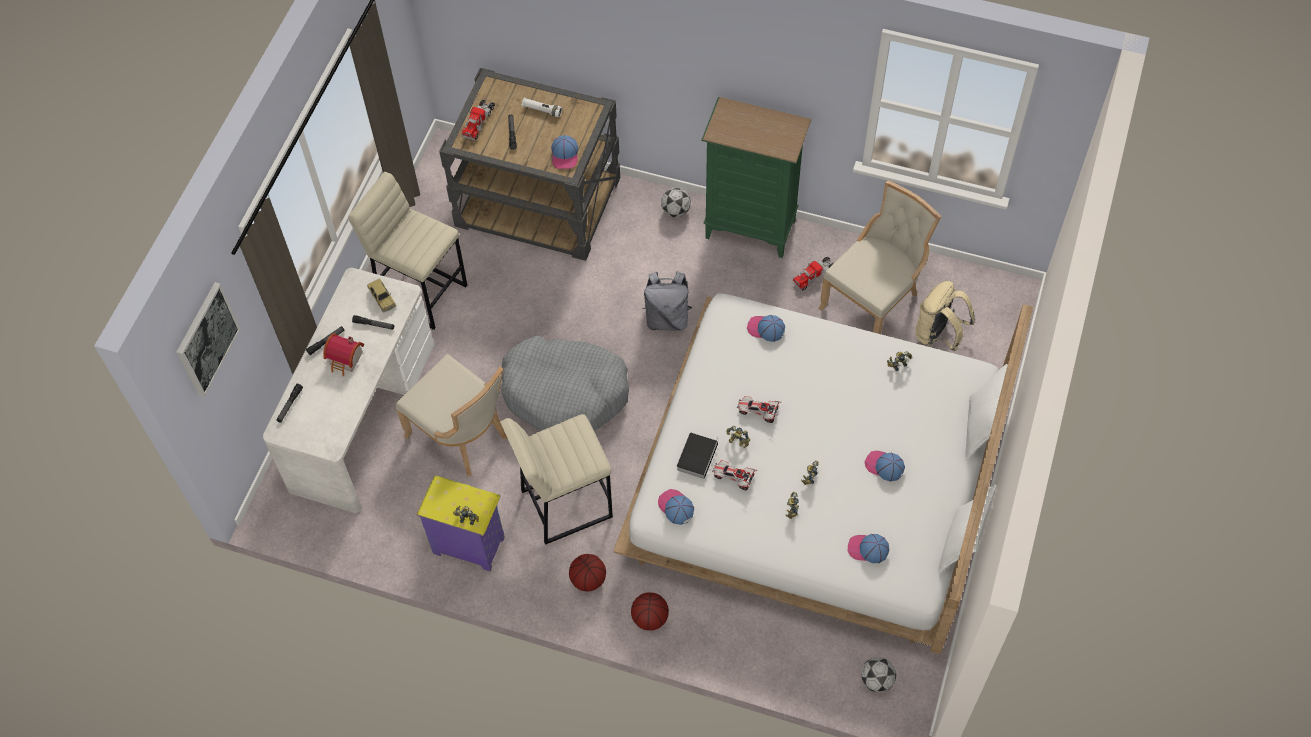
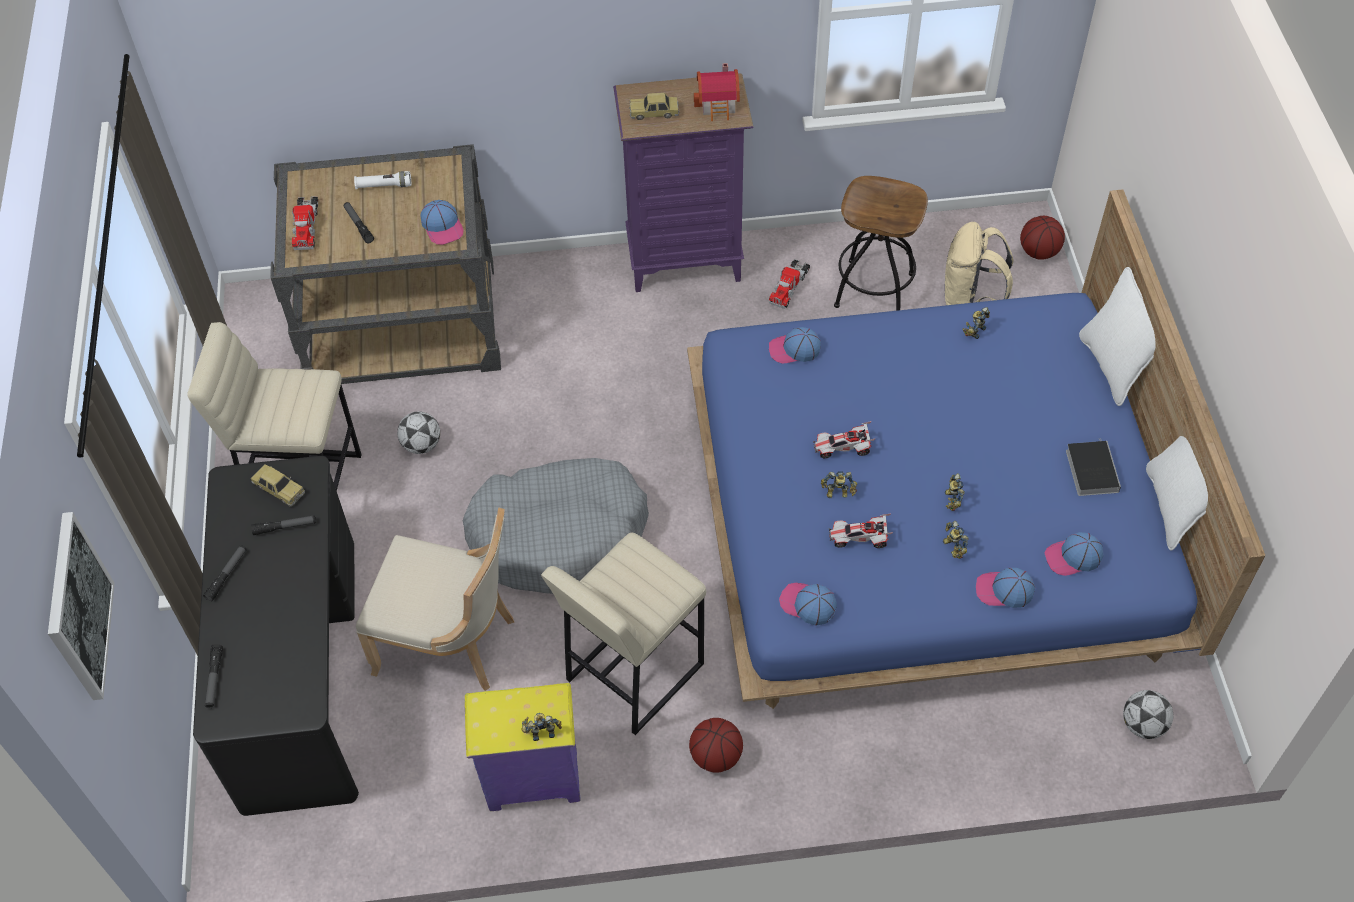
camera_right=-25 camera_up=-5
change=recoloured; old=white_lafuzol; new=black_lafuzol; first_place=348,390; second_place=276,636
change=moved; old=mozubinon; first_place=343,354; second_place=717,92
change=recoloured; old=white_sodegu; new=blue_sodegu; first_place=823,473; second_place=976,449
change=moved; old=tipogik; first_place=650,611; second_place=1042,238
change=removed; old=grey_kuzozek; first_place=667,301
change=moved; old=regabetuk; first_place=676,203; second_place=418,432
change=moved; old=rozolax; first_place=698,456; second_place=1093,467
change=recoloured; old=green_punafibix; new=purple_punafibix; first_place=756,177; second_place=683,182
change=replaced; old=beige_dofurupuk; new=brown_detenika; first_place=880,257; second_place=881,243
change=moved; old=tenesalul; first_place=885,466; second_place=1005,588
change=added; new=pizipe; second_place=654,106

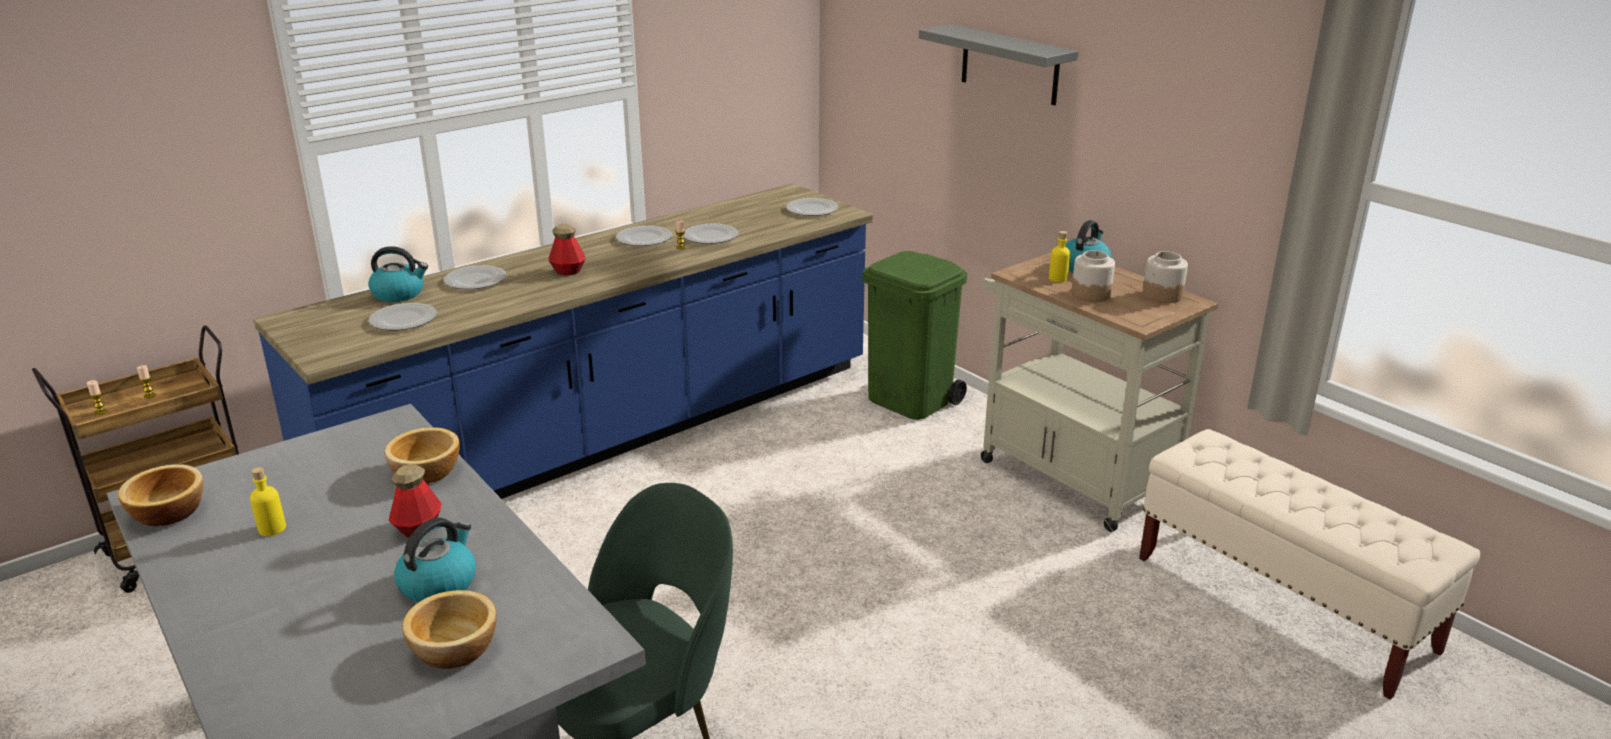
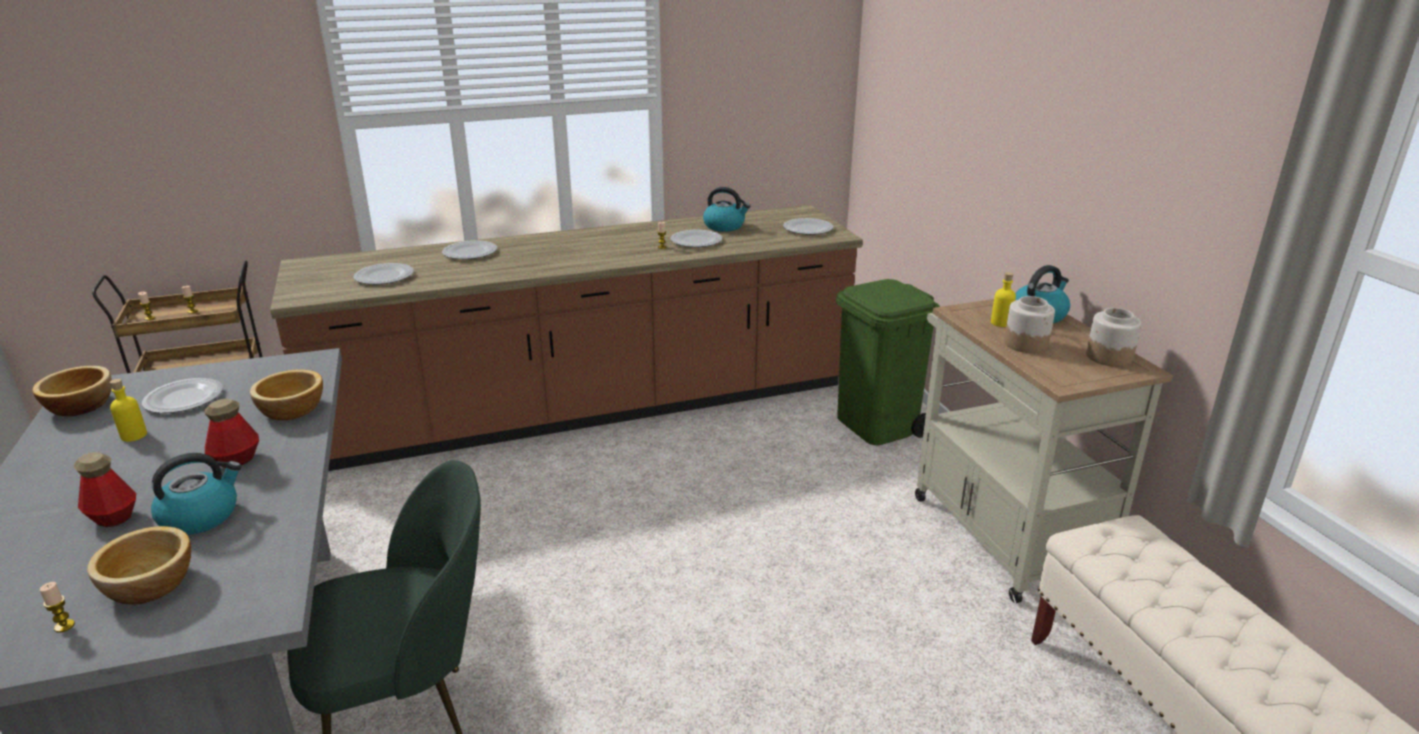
camera_right=20 camera_up=0
change=recoloured; old=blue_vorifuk; new=brown_vorifuk; first_place=563,341; second_place=566,338
change=moved; old=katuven; first_place=398,274; second_place=727,209
change=moved; old=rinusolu; first_place=567,249; second_place=105,489
change=moved; old=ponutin; first_place=644,236; second_place=182,395
change=removed; old=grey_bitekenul; first_place=998,65
change=added; new=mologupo; second_place=57,607

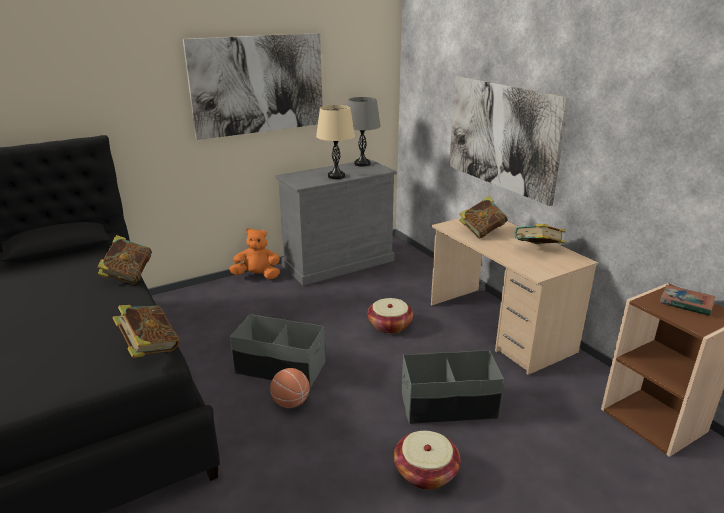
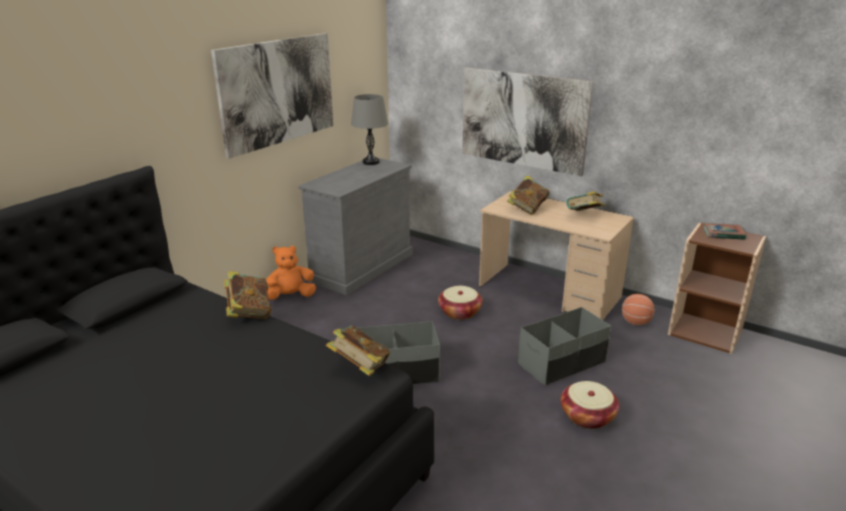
camera_right=-25 camera_up=0
change=moved; old=tipogik; first_place=290,388; second_place=638,309
change=removed; old=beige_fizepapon; first_place=335,142

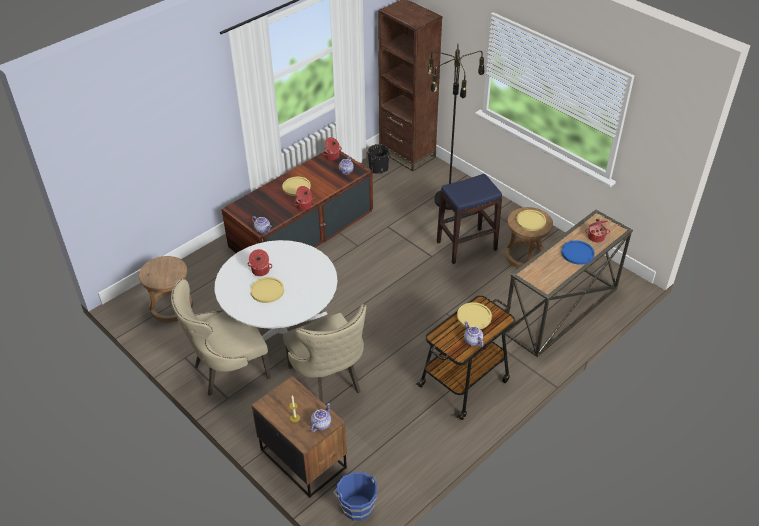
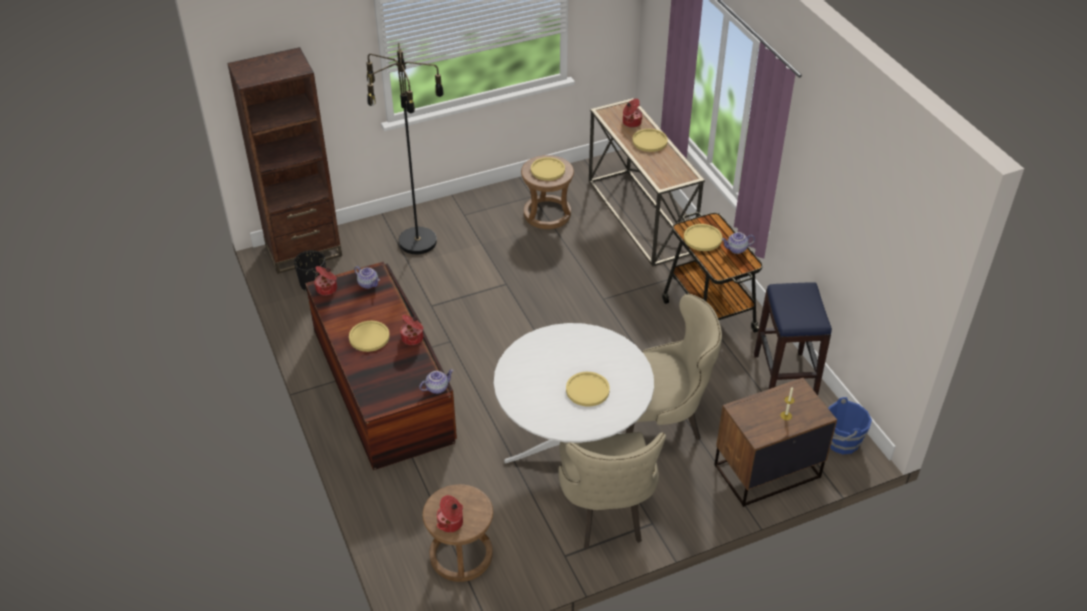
camera_right=-70 camera_up=0
change=moved; old=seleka; first_place=260,262; second_place=450,513
change=removed; old=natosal; first_place=321,418
change=moved; old=detenika; first_place=469,219; second_place=793,338
change=recoloured; old=blue_ponutin; new=yellow_ponutin; first_place=578,252; second_place=650,140

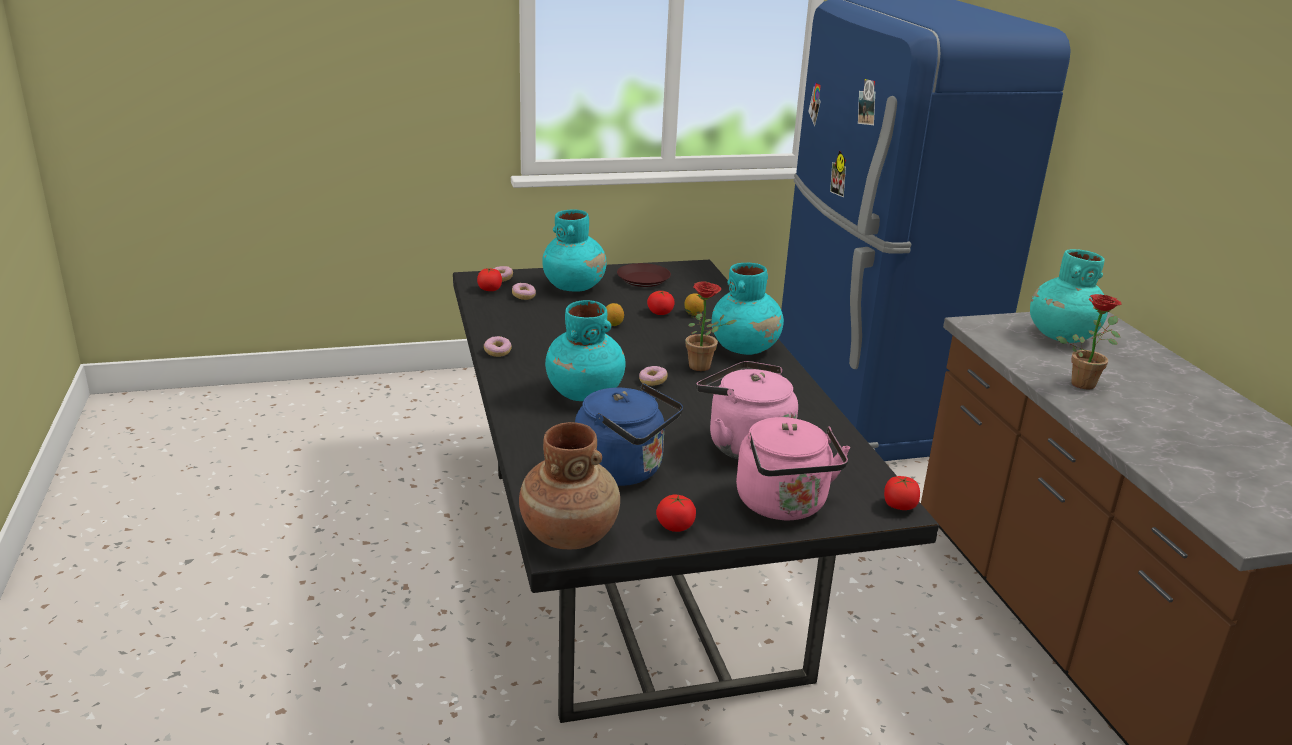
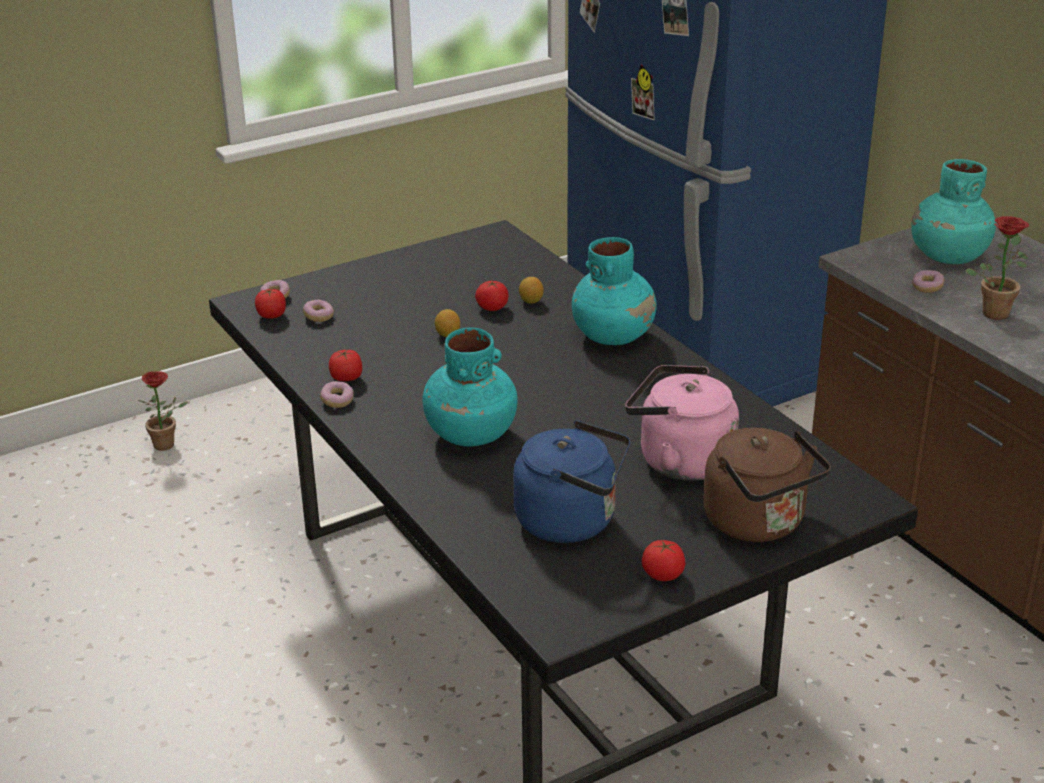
camera_right=-15 camera_up=5
change=removed; old=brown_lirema; first_place=569,485
change=removed; old=turquoise_lirema; first_place=574,250
change=removed; old=brown_ponutin; first_place=644,275
change=moved; old=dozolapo; first_place=653,376; second_place=928,281
change=moved; old=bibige; first_place=711,326; second_place=163,411
change=recoloured; old=pink_katuven; new=brown_katuven; first_place=793,468; second_place=767,485
change=moved; old=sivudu; first_place=902,493; second_place=345,365

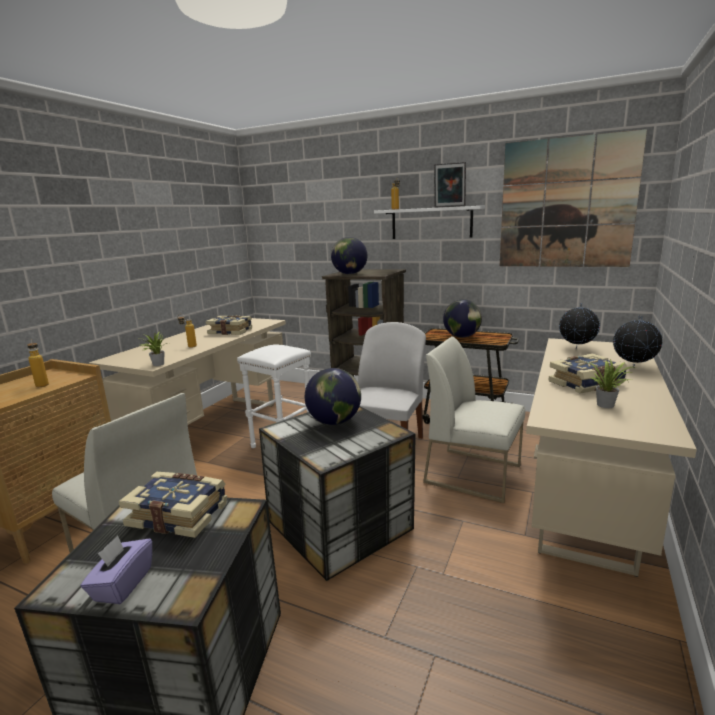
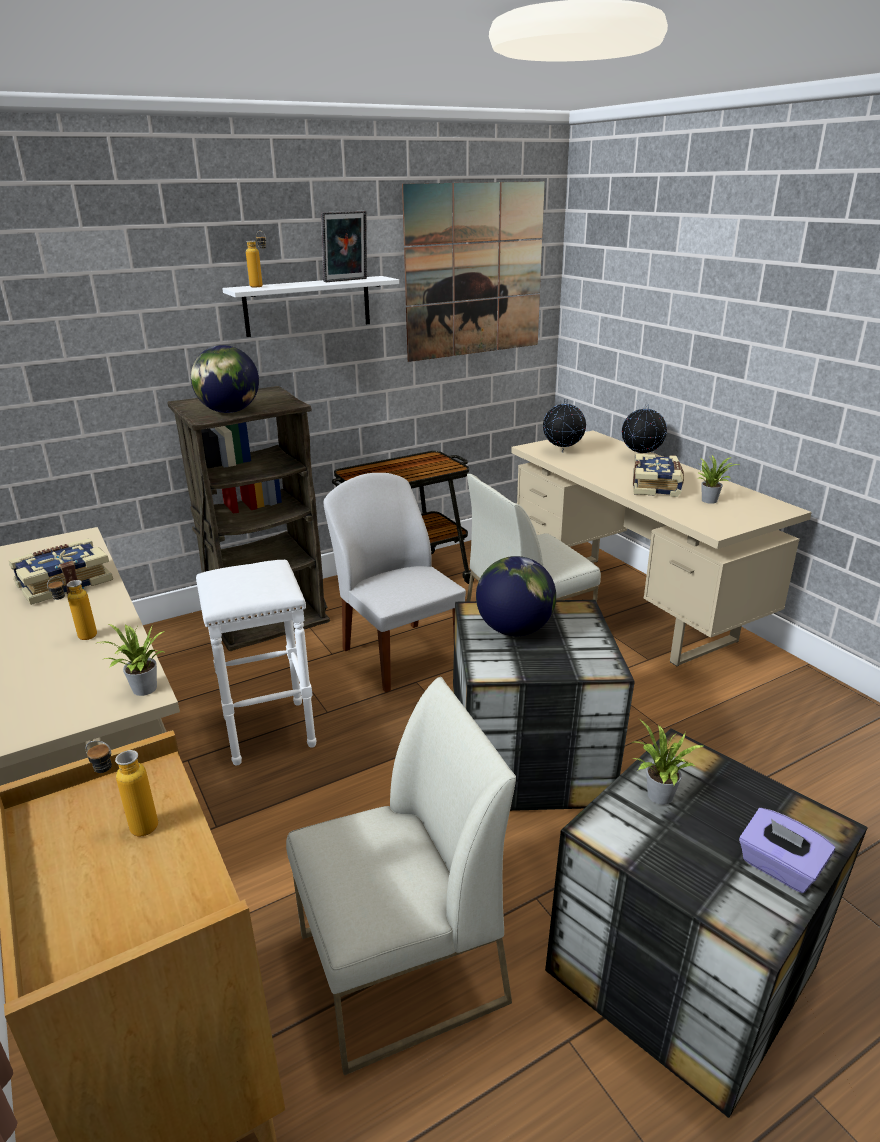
camera_right=-55 camera_up=10
change=replaced; old=rozolax; new=bibige; first_place=173,505; second_place=667,762
change=removed; old=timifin; first_place=462,318

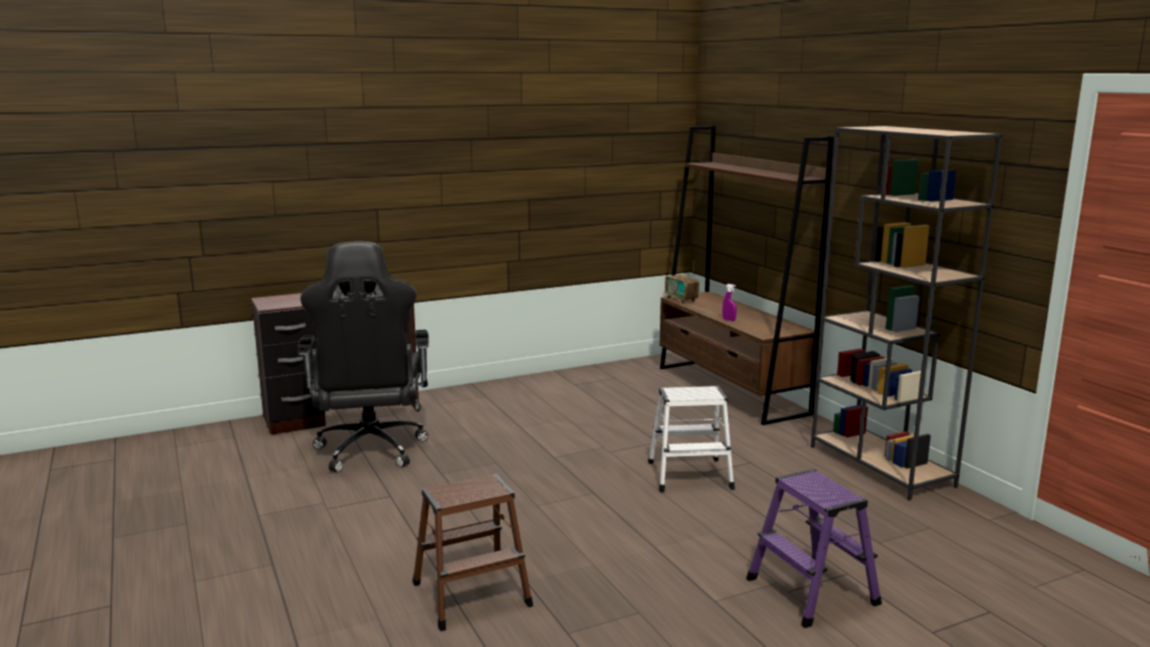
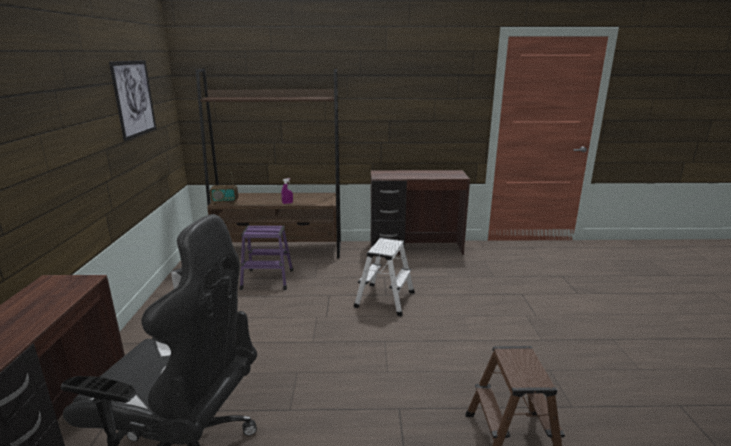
camera_right=-65 camera_up=5
change=moved; old=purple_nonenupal; first_place=814,548; second_place=266,258
change=replaced; old=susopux; new=brown_lafuzol; first_place=906,313; second_place=420,212
change=added; new=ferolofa; second_place=132,100

